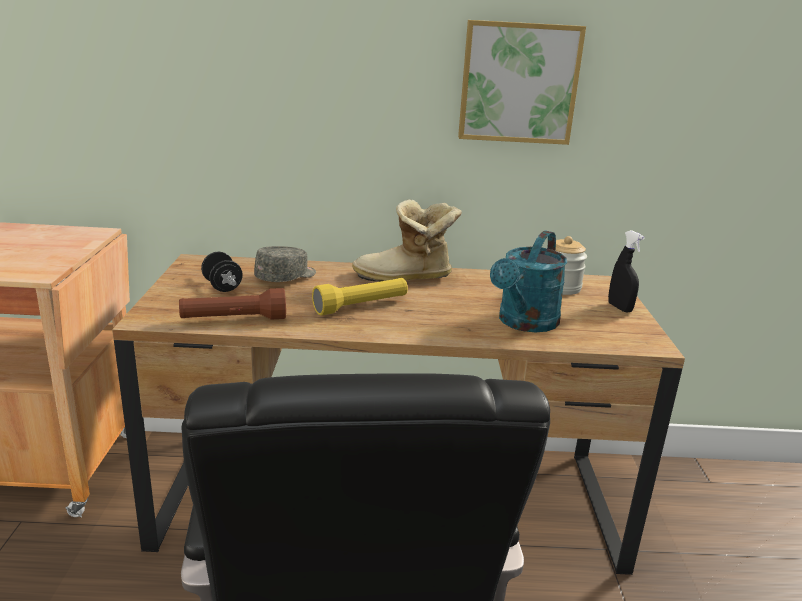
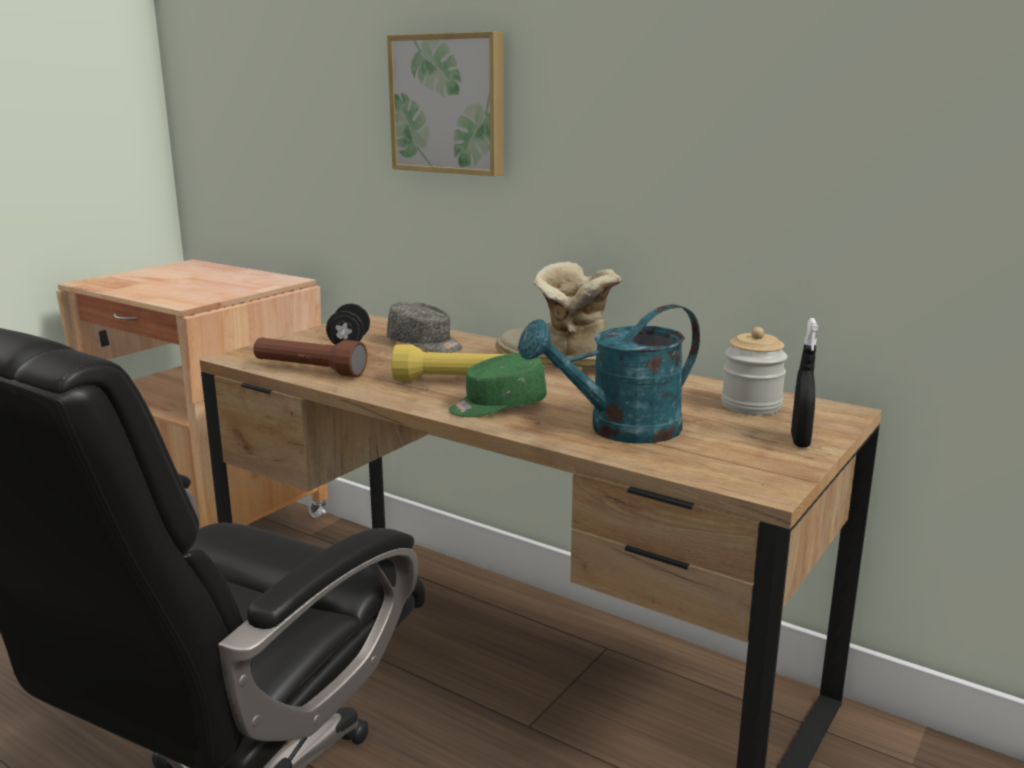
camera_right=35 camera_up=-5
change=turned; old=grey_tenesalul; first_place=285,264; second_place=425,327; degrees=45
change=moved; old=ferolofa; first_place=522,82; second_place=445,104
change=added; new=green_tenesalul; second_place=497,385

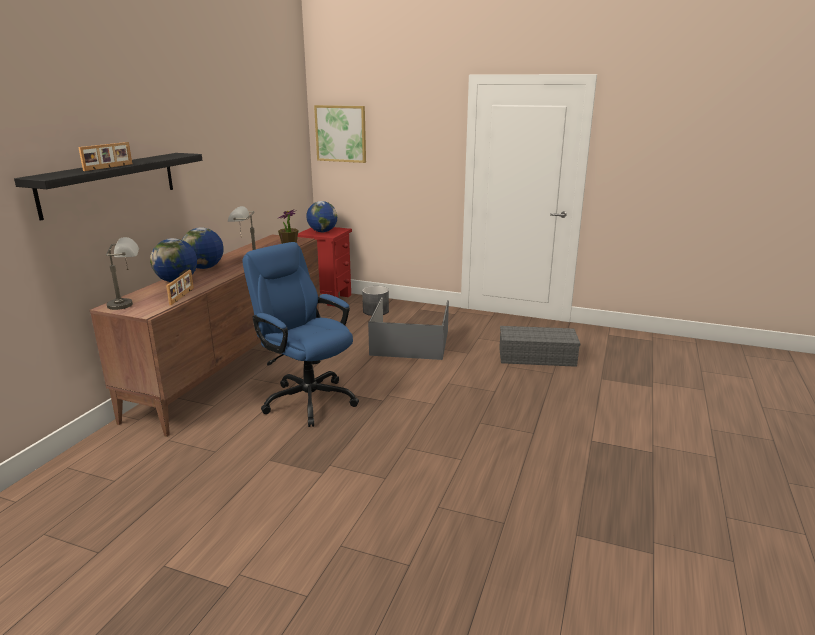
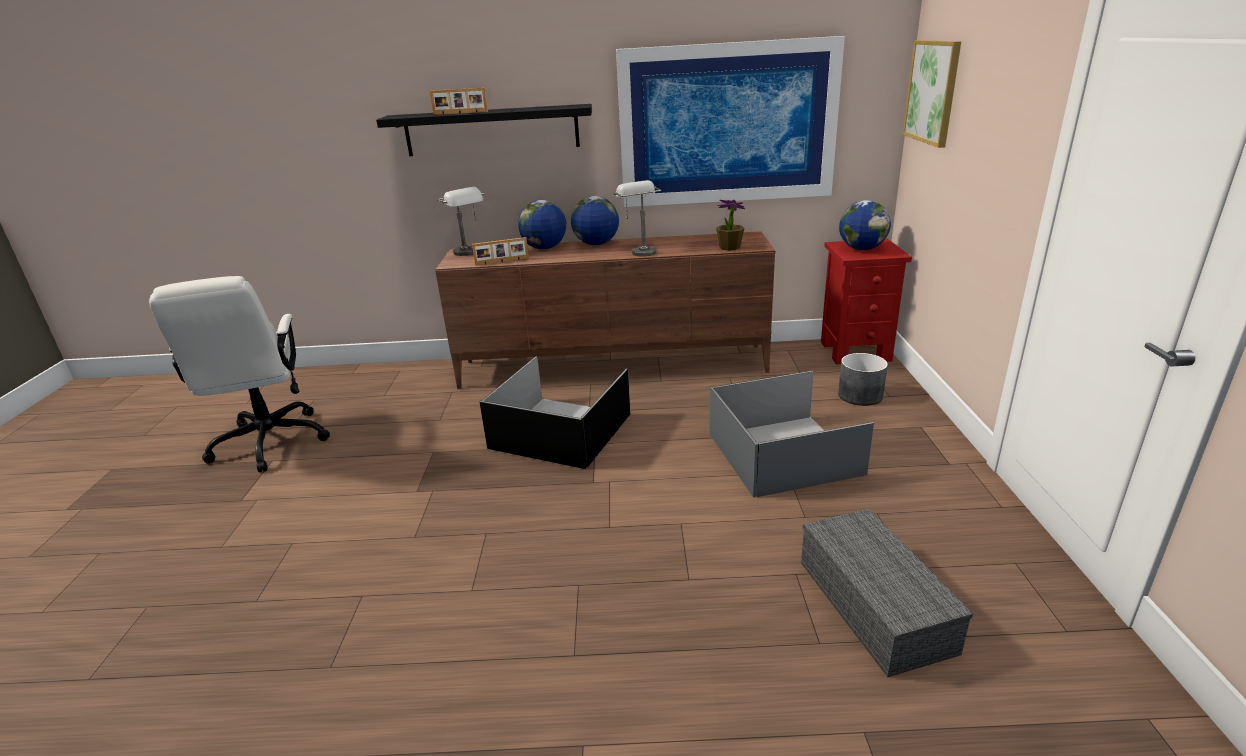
camera_right=70 camera_up=5
change=replaced; old=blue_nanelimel; new=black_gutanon; first_place=301,334; second_place=554,412
change=added; new=white_nanelimel; second_place=239,374
change=added; new=ferolofa; second_place=730,121

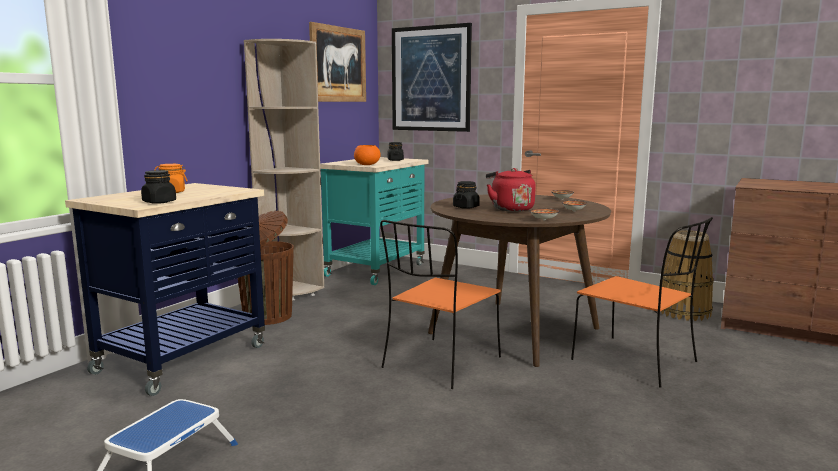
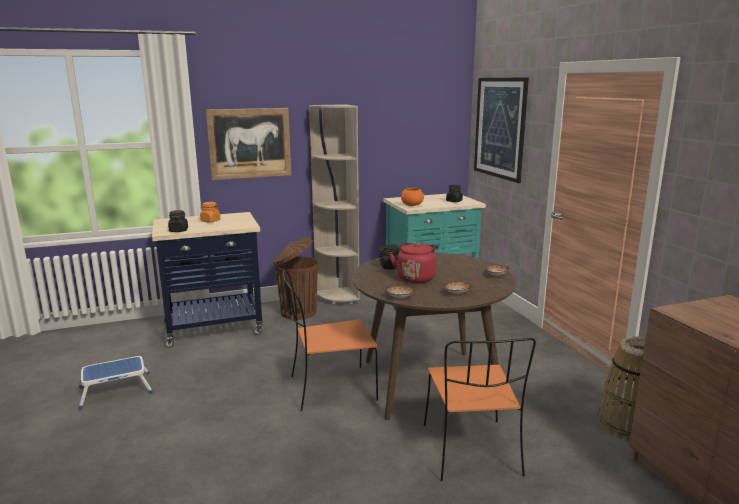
camera_right=40 camera_up=5
change=moved; old=ferolofa; first_place=337,62; second_place=248,144

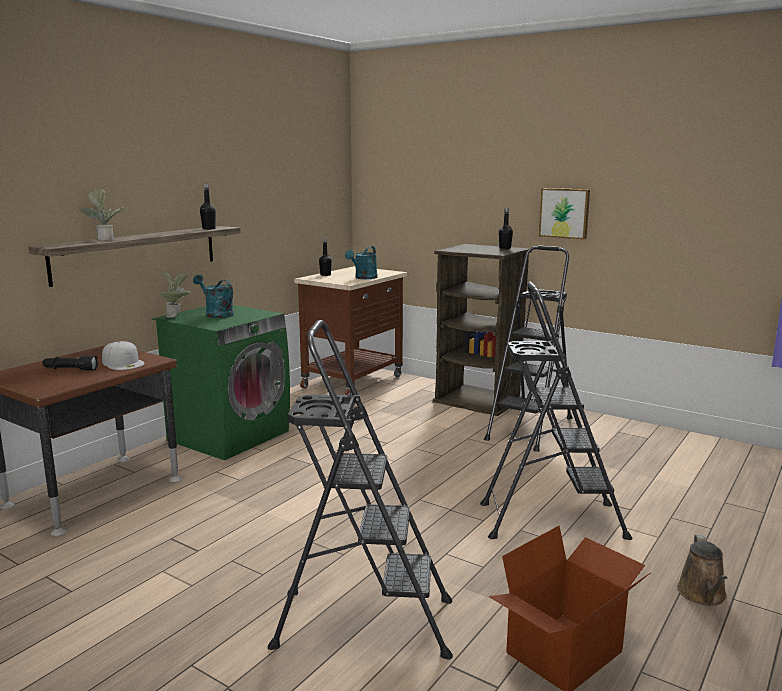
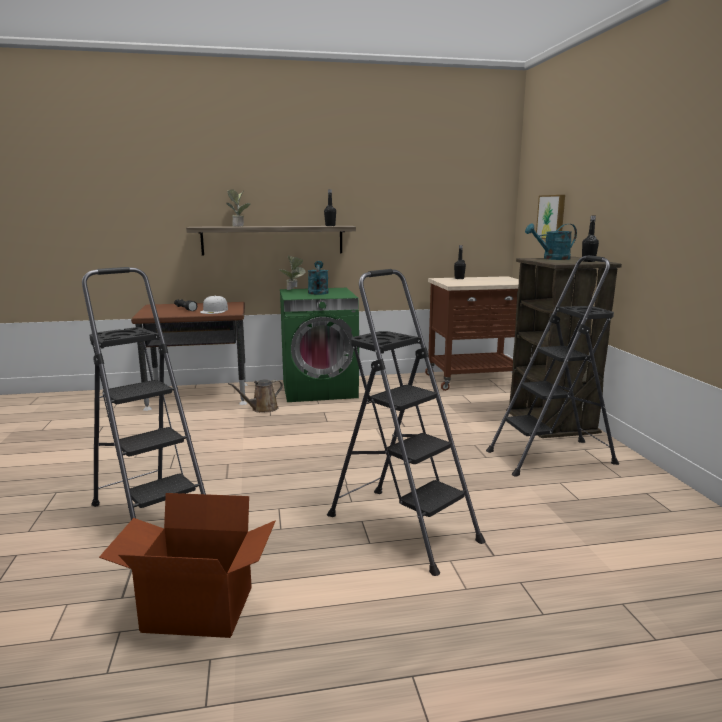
camera_right=45 camera_up=0
change=moved; old=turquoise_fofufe; first_place=361,262; second_place=551,241
change=moved; old=ferolofa; first_place=564,213; second_place=550,217
change=moved; old=brown_fofufe; first_place=702,570; second_place=255,396

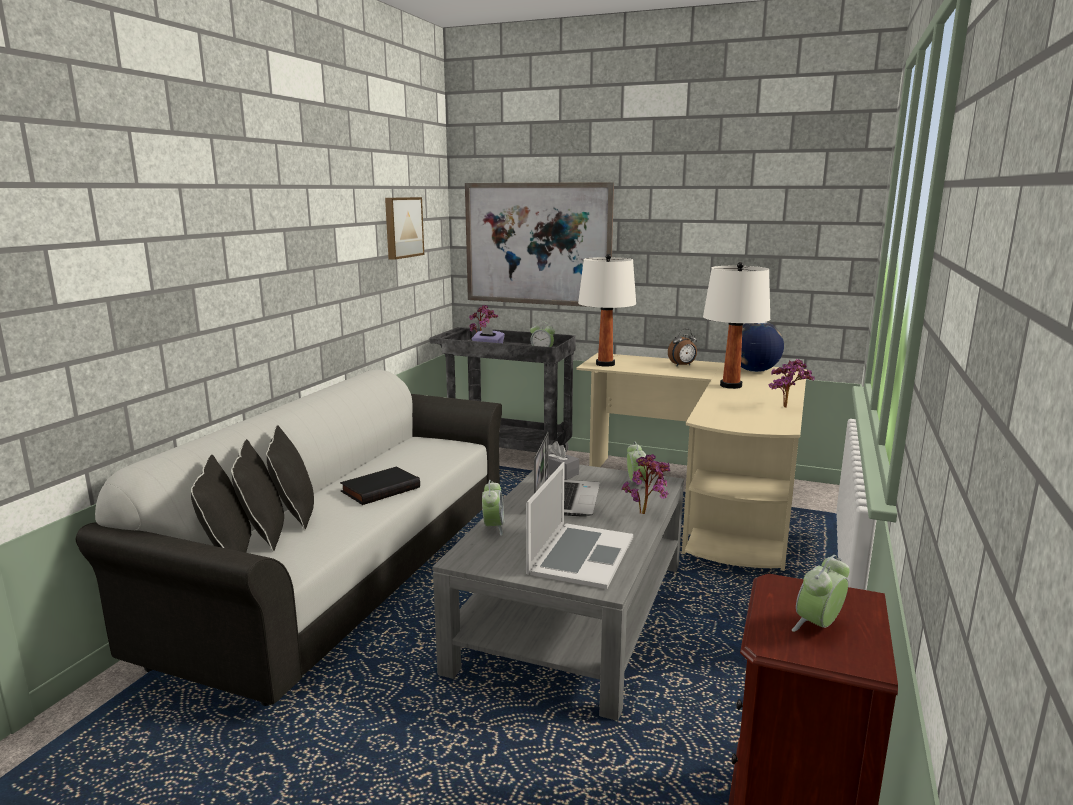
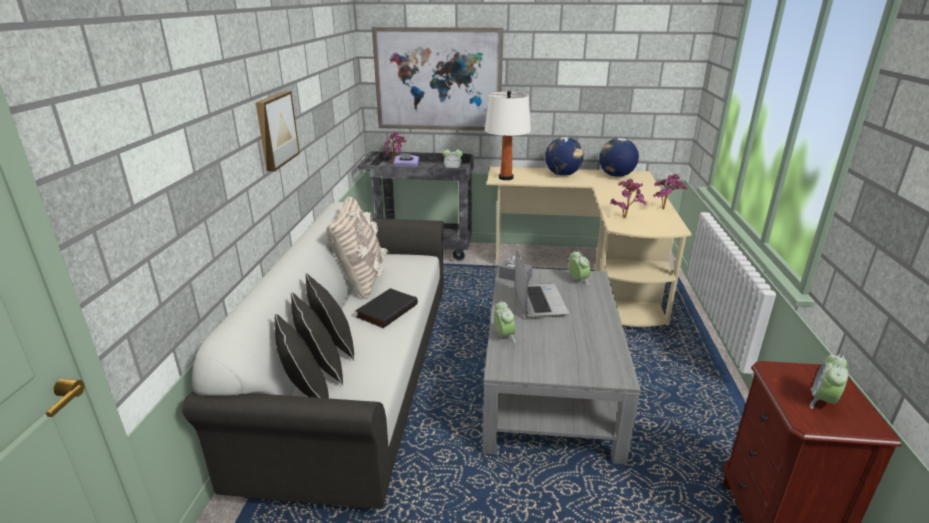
camera_right=-15 camera_up=10
change=moved; old=ferolofa; first_place=404,228; second_place=278,131
change=removed; old=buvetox; first_place=579,525
change=moved; old=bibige; first_place=645,484; second_place=628,198
change=replaced; old=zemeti; new=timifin; first_place=682,347; second_place=564,156
change=removed; old=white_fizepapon; first_place=737,325
change=added; new=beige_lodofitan; second_place=357,248

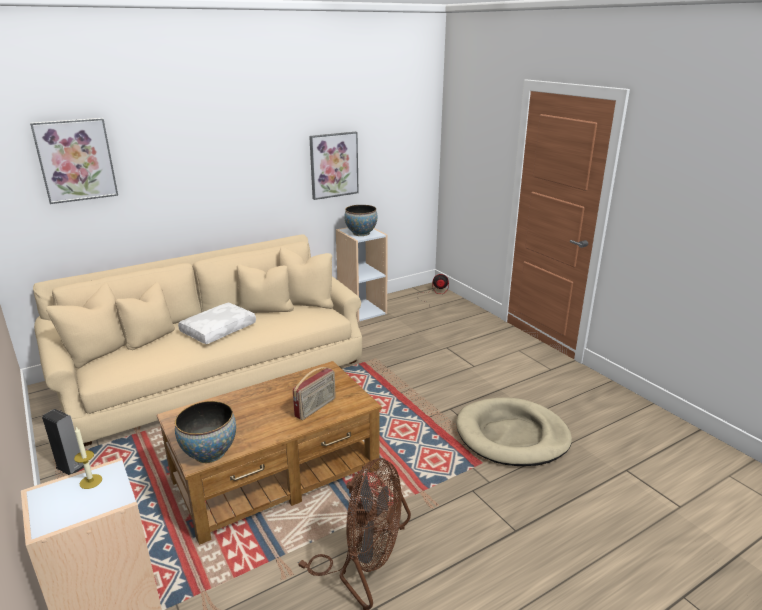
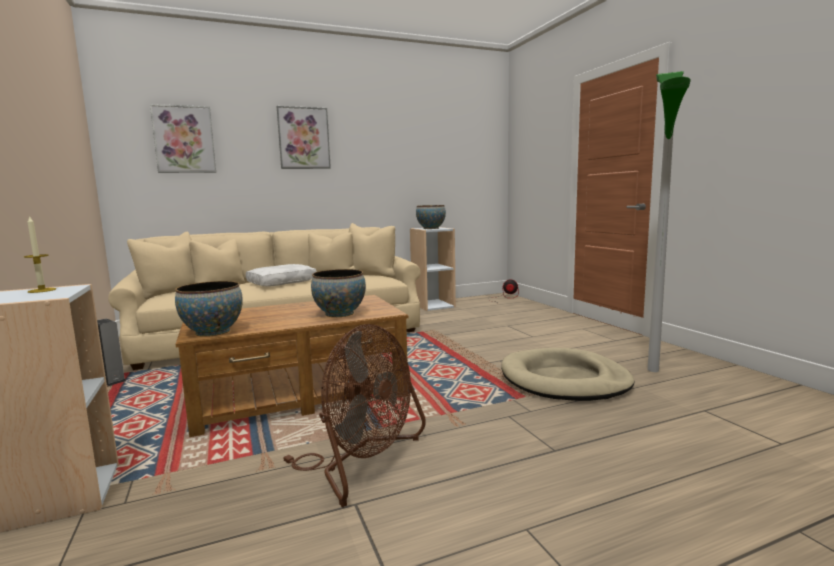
camera_right=10 camera_up=-15
change=replaced; old=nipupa; new=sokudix; first_place=314,393; second_place=338,293
change=moved; old=ferolofa; first_place=334,166; second_place=304,137
change=added; new=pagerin; second_place=669,221

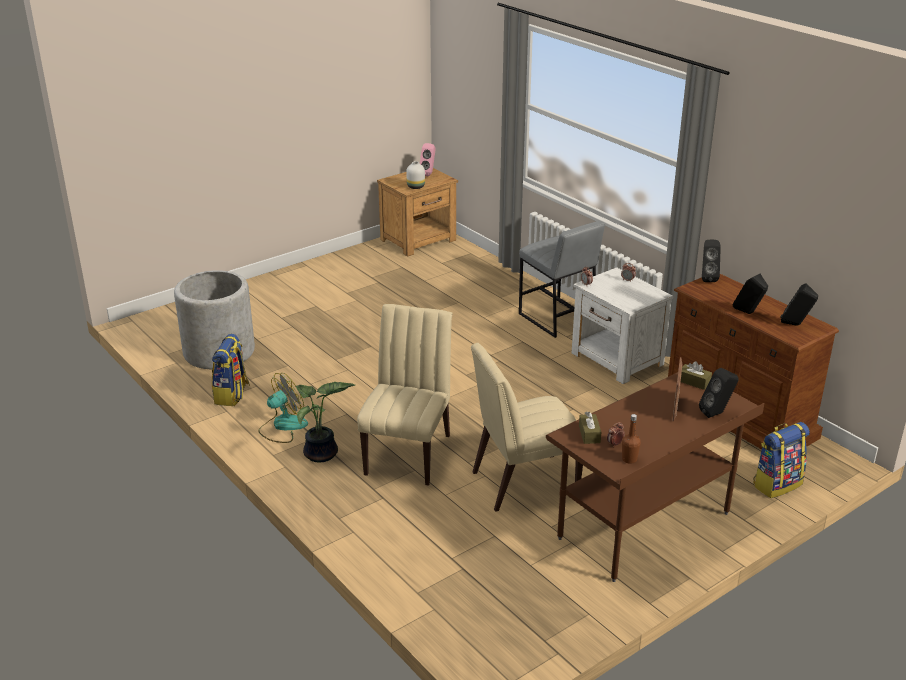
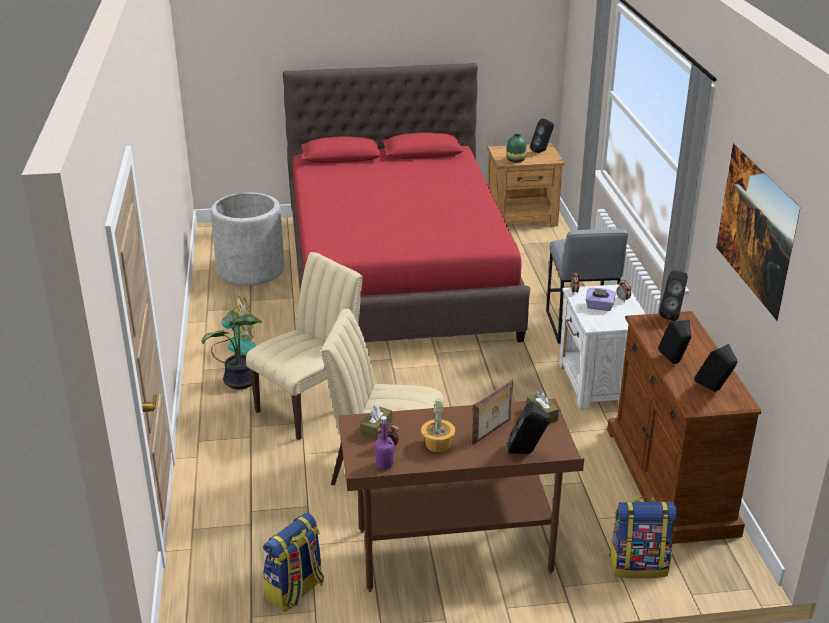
camera_right=30 camera_up=0
change=moved; old=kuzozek; first_place=231,370; second_place=293,562
change=recoloured; old=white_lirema; new=green_lirema; first_place=415,175; second_place=516,148
change=recoloured; old=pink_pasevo; new=black_pasevo; first_place=428,160; second_place=542,135
change=recoloured; old=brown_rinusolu; new=purple_rinusolu; first_place=631,439; second_place=384,443
change=added; new=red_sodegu; second_place=406,203
change=added; new=bibige; second_place=438,426
change=added; new=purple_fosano; second_place=601,299
change=added; new=ferolofa; second_place=758,232

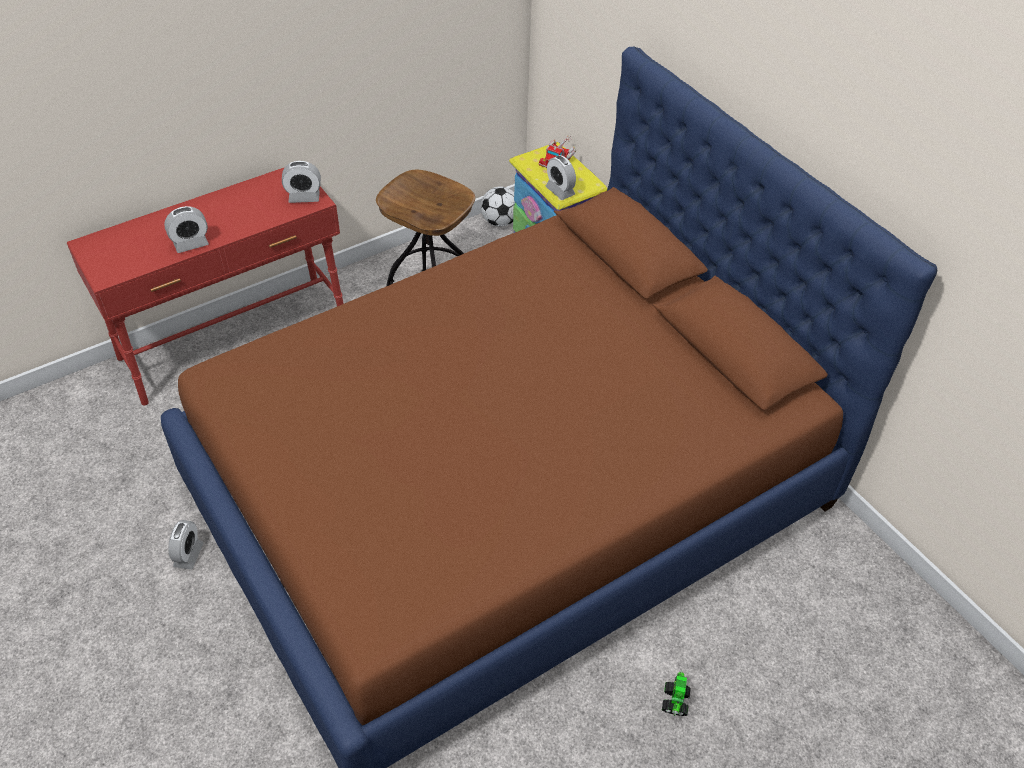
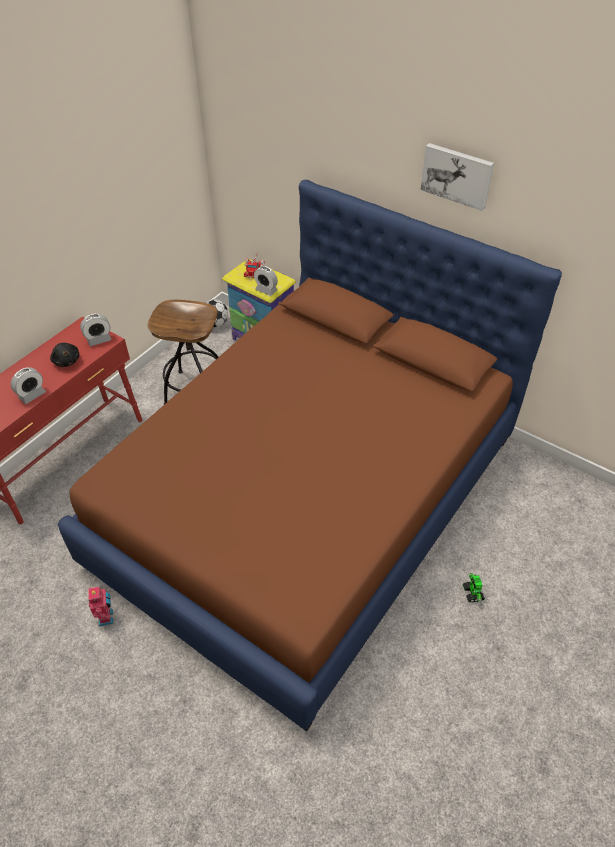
camera_right=-20 camera_up=0
change=replaced; old=zemeti; new=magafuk; first_place=185,545; second_place=100,606
change=added; new=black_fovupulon; second_place=65,355
change=added; new=ferolofa; second_place=457,177

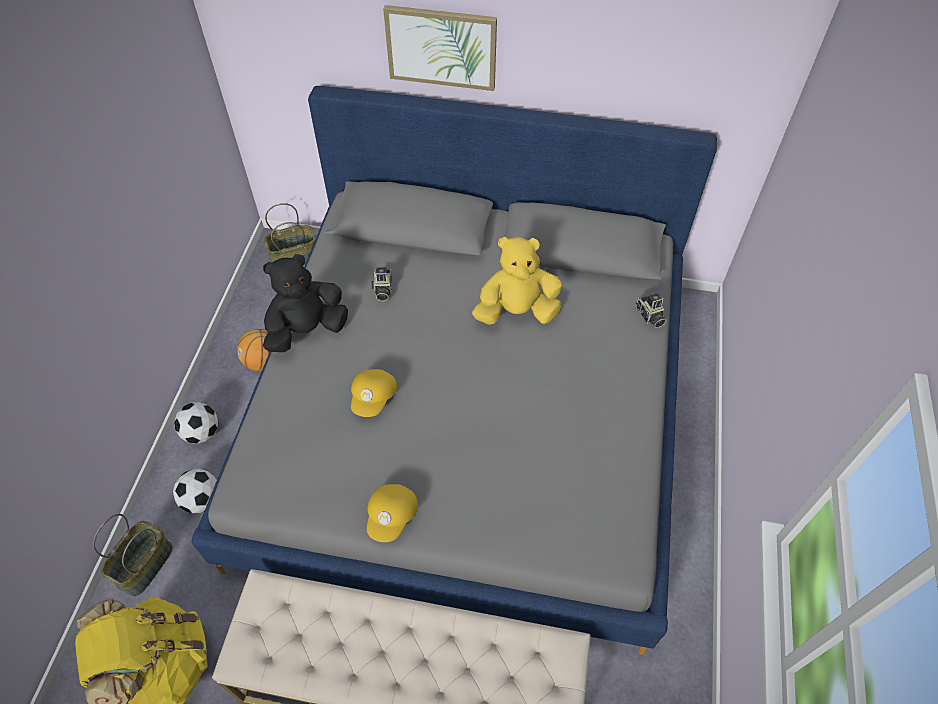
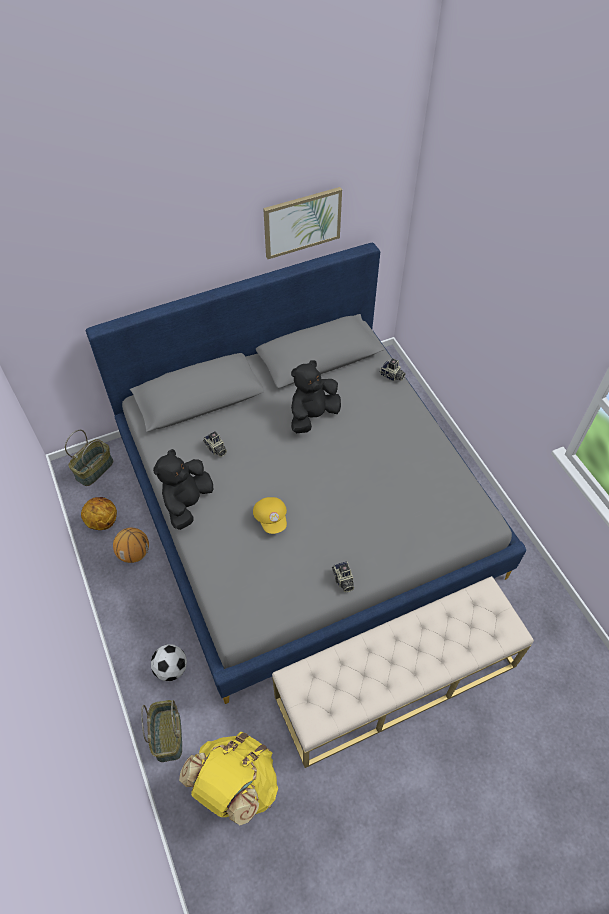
camera_right=-35 camera_up=0
change=removed; old=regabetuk; first_place=196,423
change=replaced; old=yellow_tenesalul; new=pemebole; first_place=392,513; second_place=343,576
change=moved; old=ferolofa; first_place=440,48; second_place=302,223
change=recoloured; old=yellow_fovupulon; new=black_fovupulon; first_place=517,281; second_place=316,396
change=added; new=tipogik; second_place=99,513

